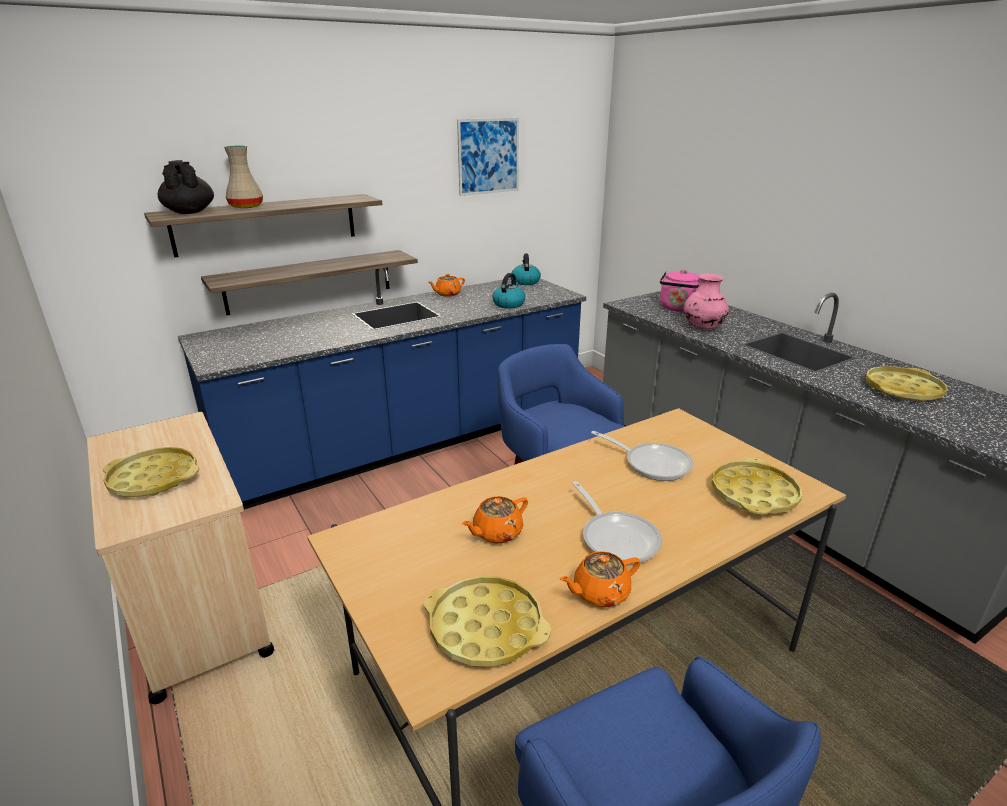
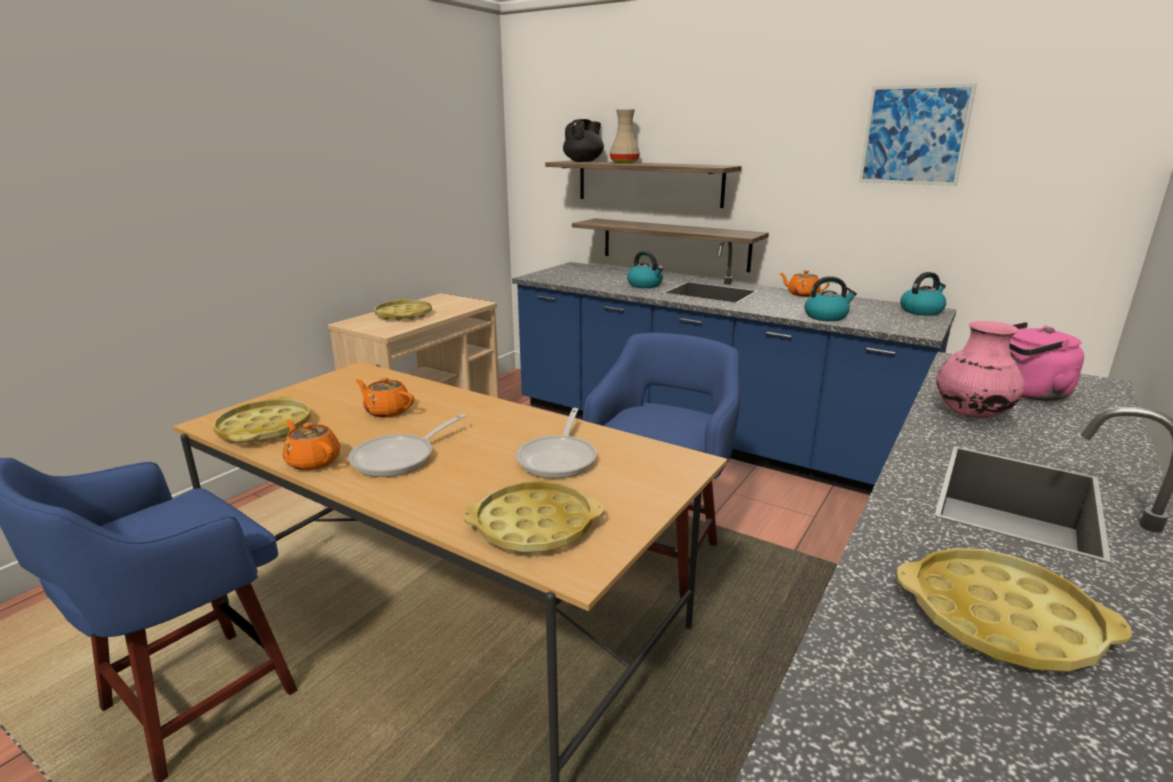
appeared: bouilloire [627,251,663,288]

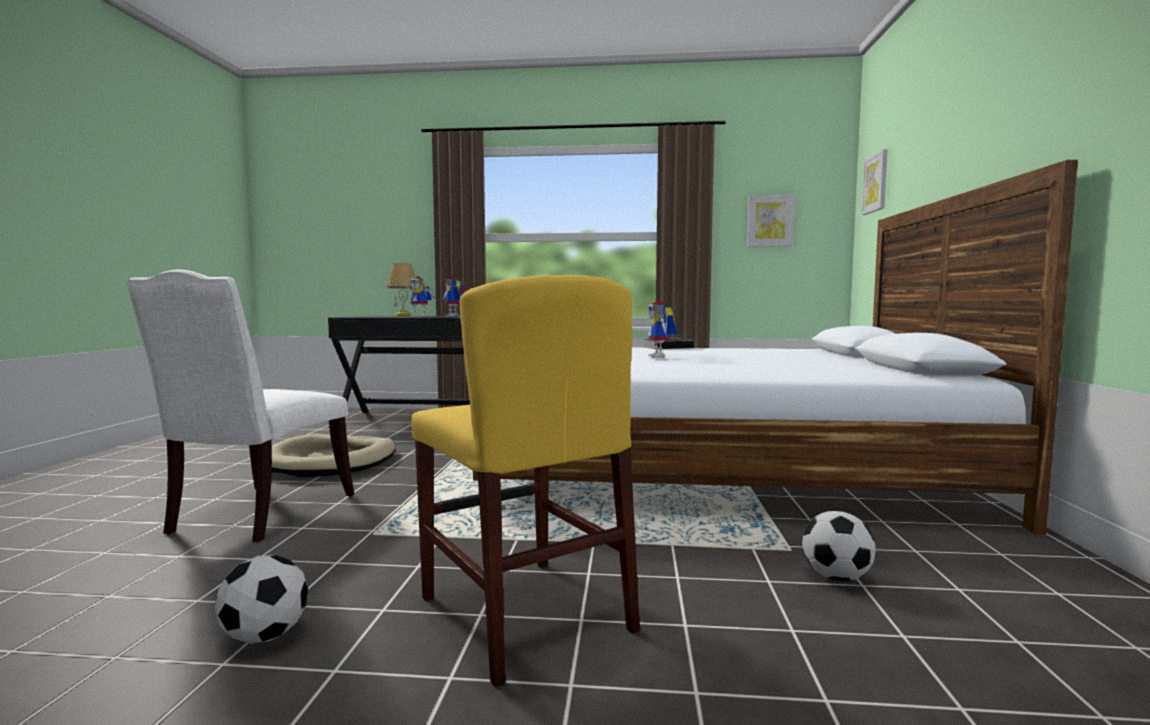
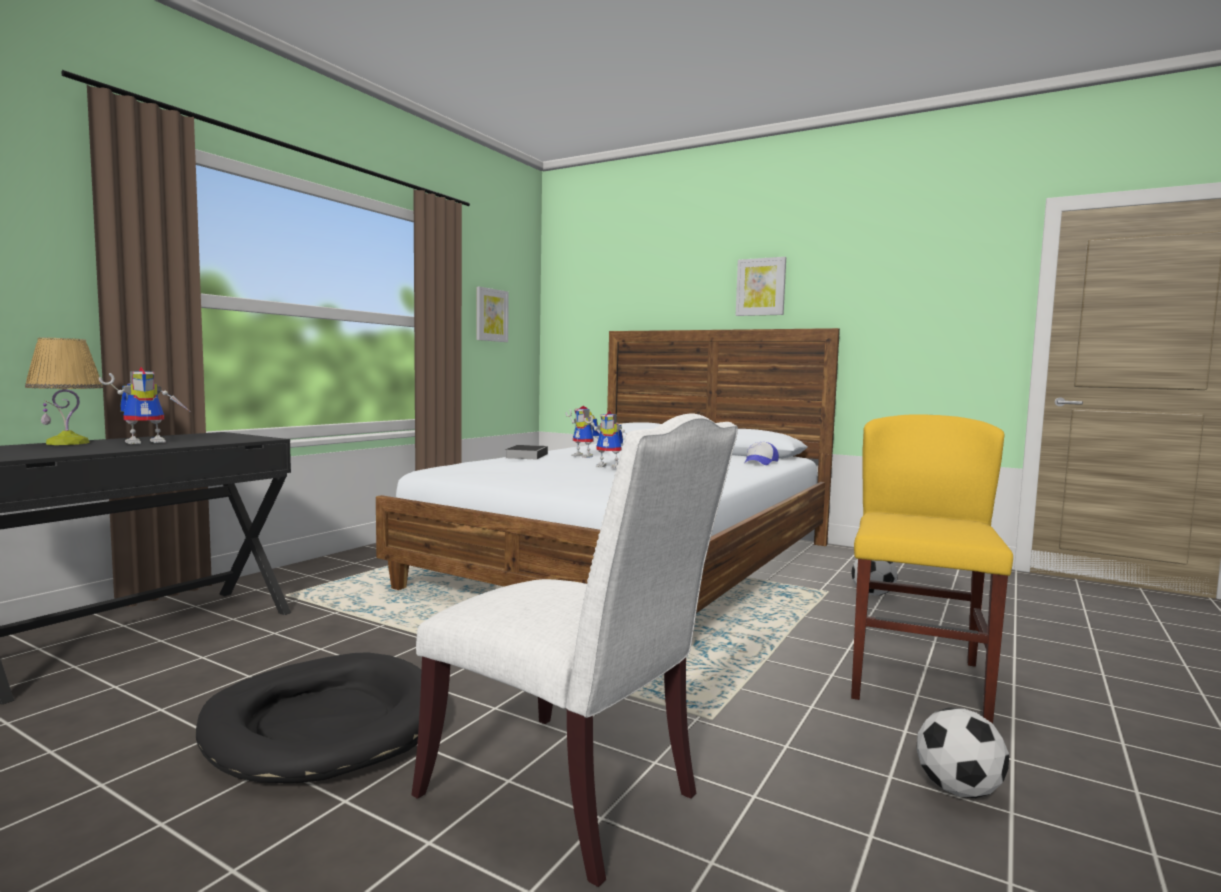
appeared: casquette [745,442,779,465]
relocated: robot jouet [443,277,465,316] to [565,406,600,458]; tableau [861,149,888,215] to [736,257,786,316]
colour: panier pour chien (beige) [272,434,395,477] to panier pour chien (noir) [195,652,421,783]
spun: chaise (jaune) [411,275,640,687] = [851,414,1013,723] 60 degrees counterclockwise

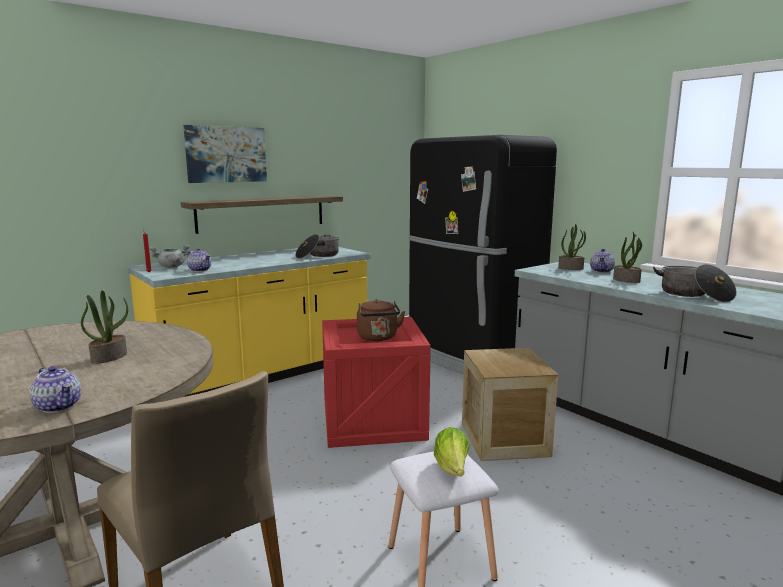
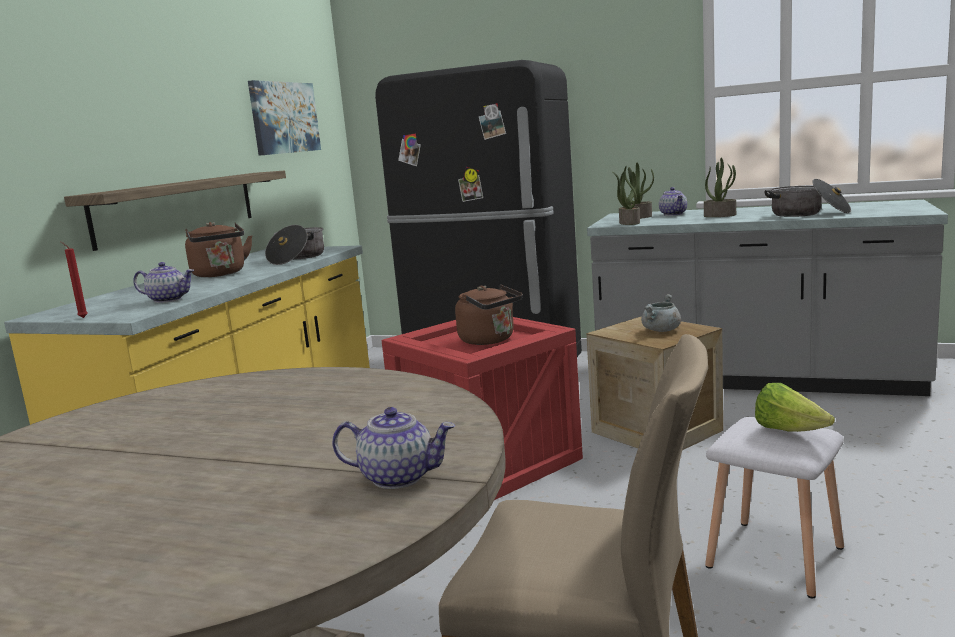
appeared: bouilloire (marron) [185,222,252,277]
relocated: tableau [183,125,267,183] to [248,80,321,156]; plante en pot [81,290,128,364] to [612,166,640,225]; marmite (gris) [149,245,190,268] to [641,294,681,332]

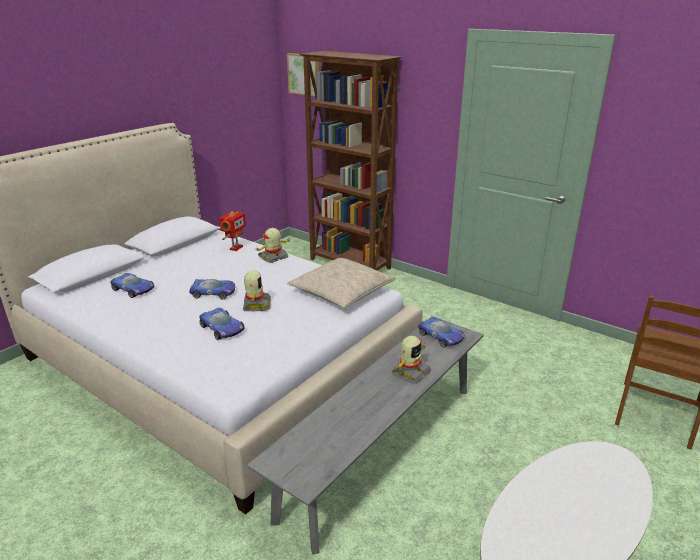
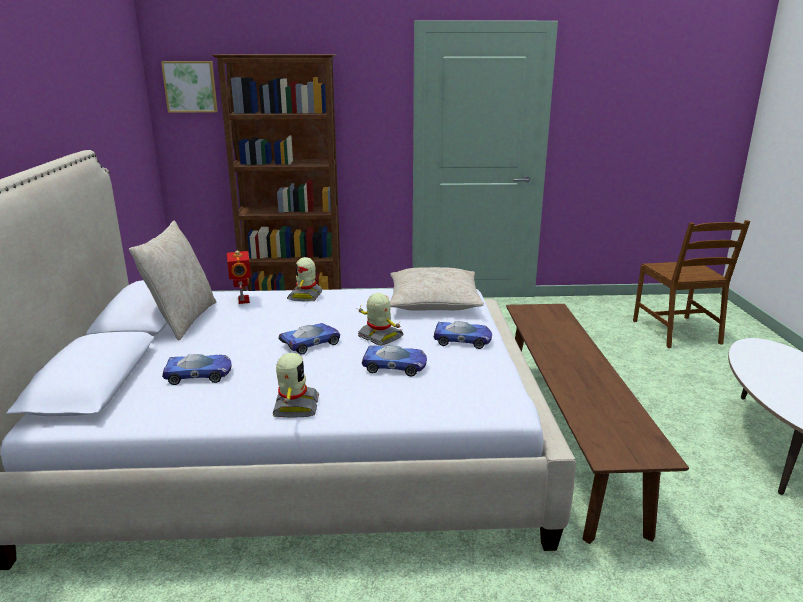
appeared: coussin (beige) [129,221,216,341]
relocated: robot jouet [392,336,431,384] to [273,353,319,418]; petite voiture [418,317,465,347] to [434,321,492,349]
colour: banc (gris) [247,316,484,555] to banc (marron) [506,304,689,544]

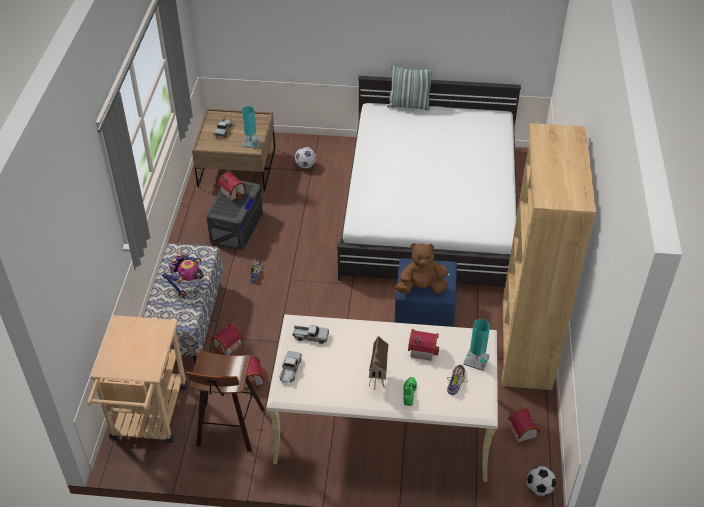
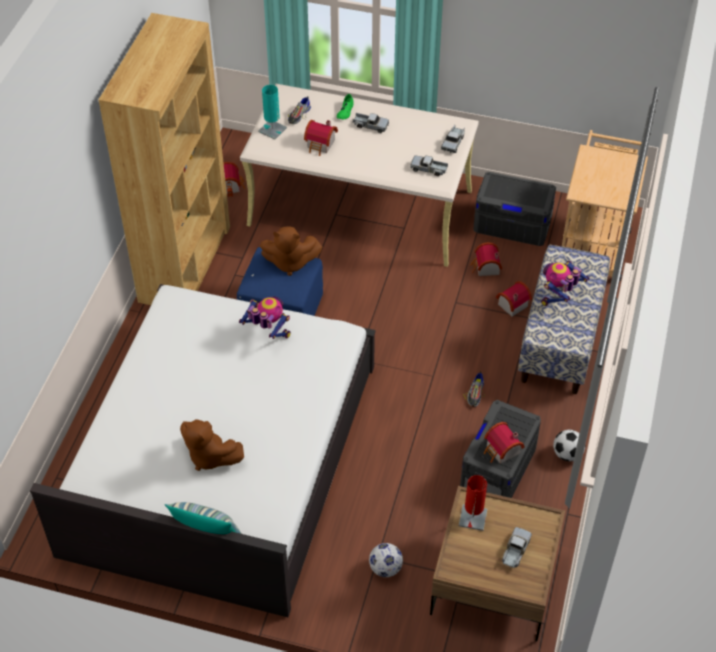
appeared: peluche (marron) [180,419,244,471]; robot jouet [239,296,291,339]
relocated: ballon de foot [527,466,556,496] to [553,430,585,461]
exchanged: maison miniature [369,336,389,390] to camion jouet [353,113,389,133]; tabouret [186,350,265,452] to boîte de rangement (gris) [473,172,556,246]
colour: lampe de table (turquoise) [242,106,260,148] to lampe de table (rouge) [459,475,487,531]

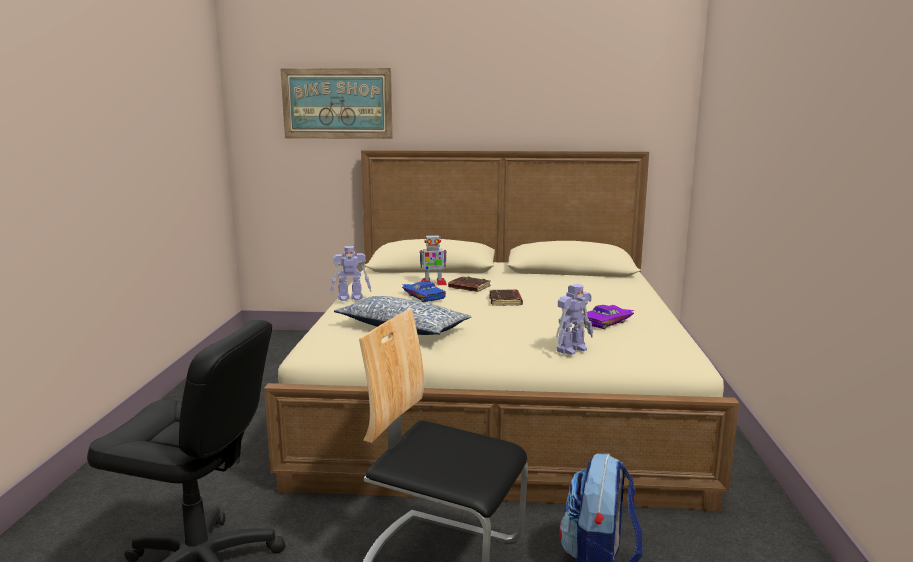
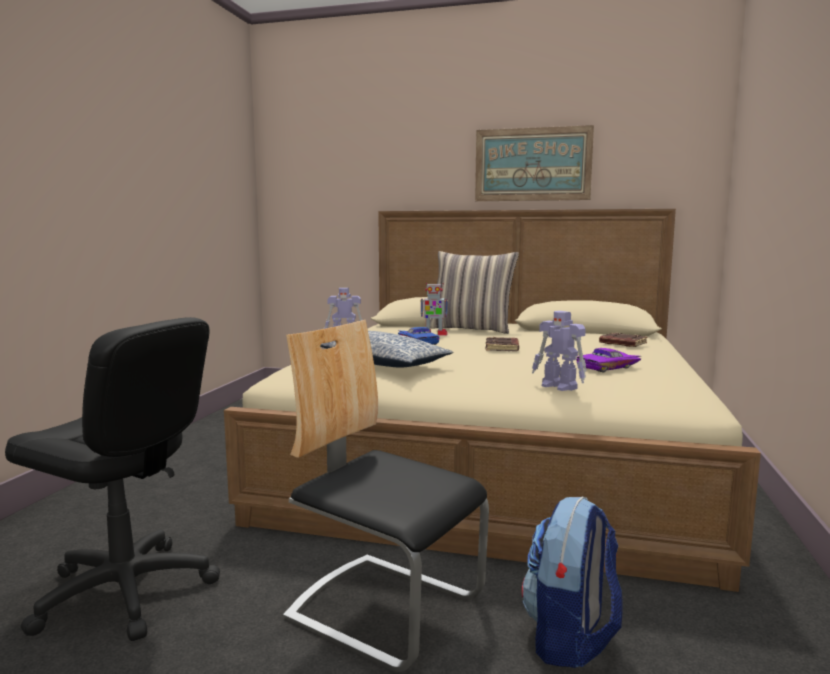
appeared: coussin [430,251,519,334]
relocated: tableau [280,68,393,139] to [475,125,594,201]; livre (marron) [448,276,491,292] to [599,333,647,347]
spun: robot jouet [556,284,593,355] = [532,311,587,391] 75 degrees clockwise

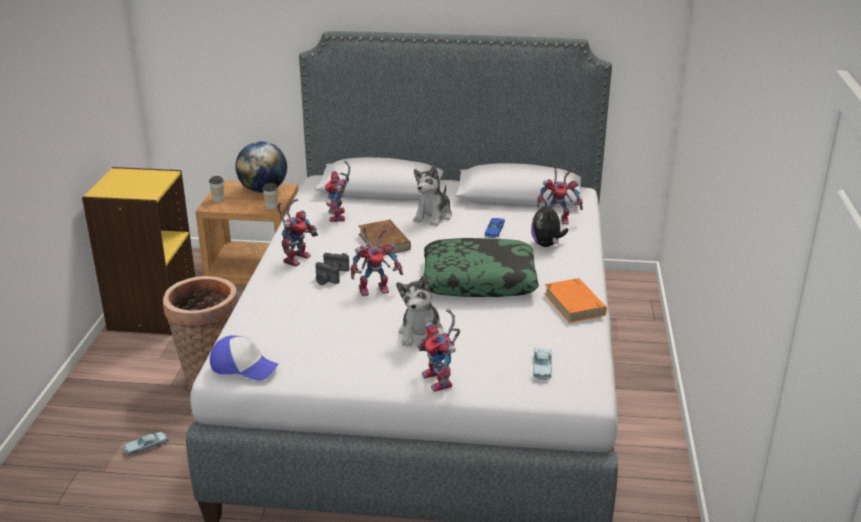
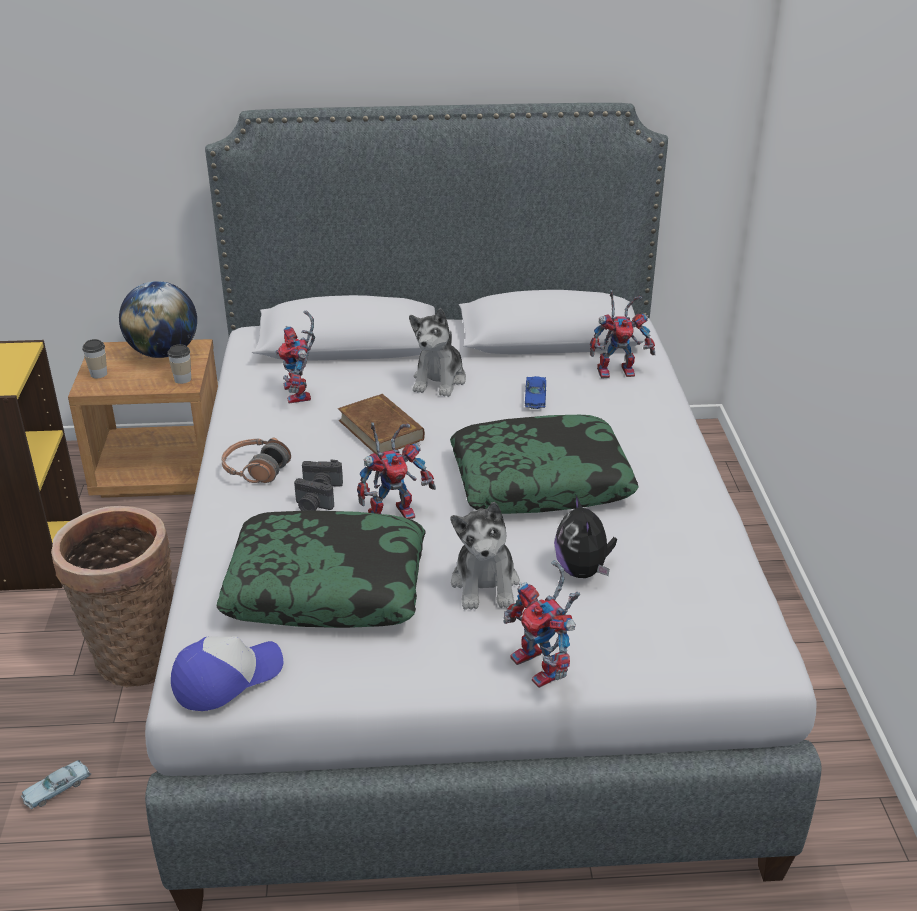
missing: petite voiture (bleu) [533,348,552,379]; livre (orange) [544,278,607,323]
appeared: coussin [217,510,425,628]
relocated: peluche [531,200,568,247] to [554,494,617,578]
exchanged: robot jouet [277,199,318,267] to casque audio [221,438,291,483]
spun: casquette [210,335,279,381] = [171,636,284,711] 45 degrees counterclockwise

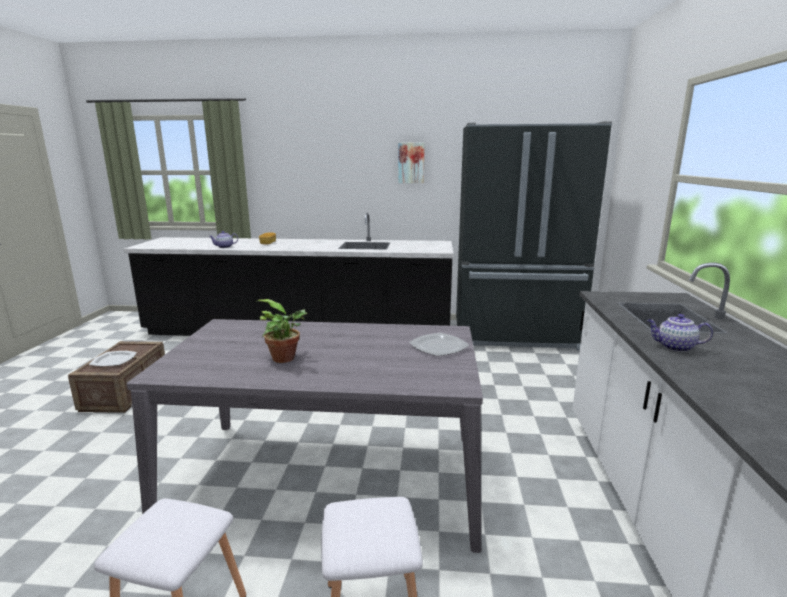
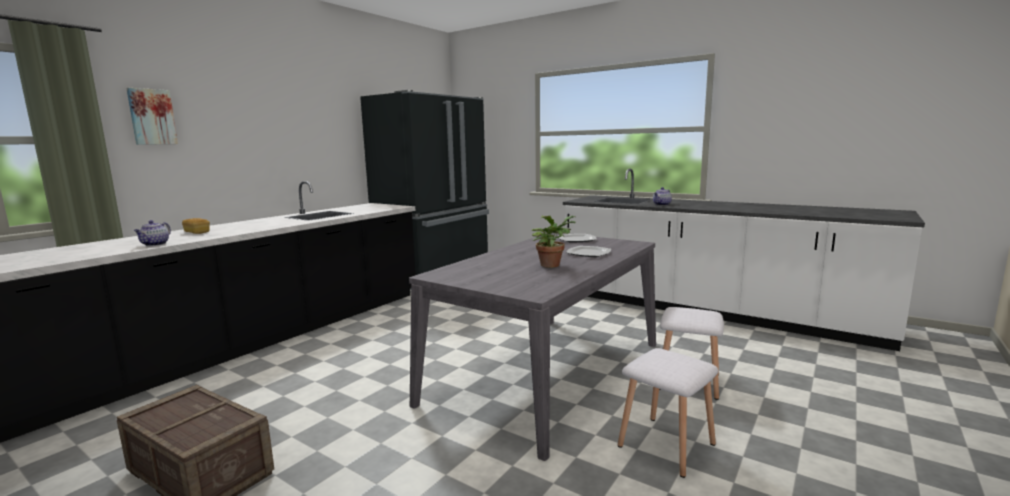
relocated: tableau [398,143,425,183] to [126,88,178,145]; assiette [89,351,137,366] to [566,246,611,257]

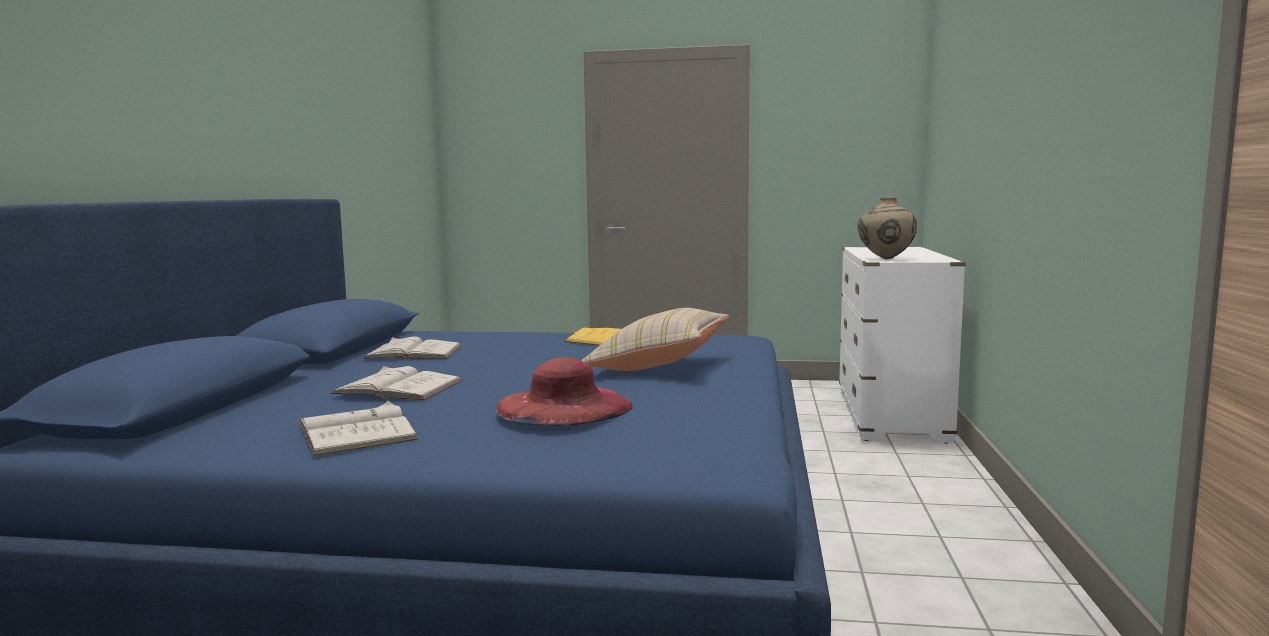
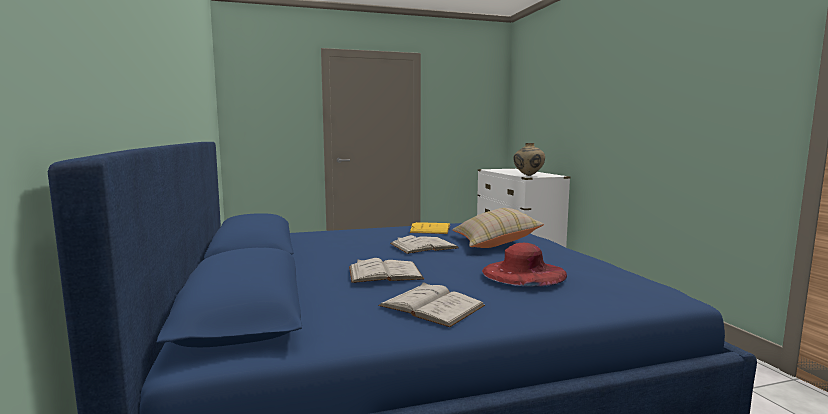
relocated: livre (blanc) [363,336,462,359] to [390,235,459,254]

